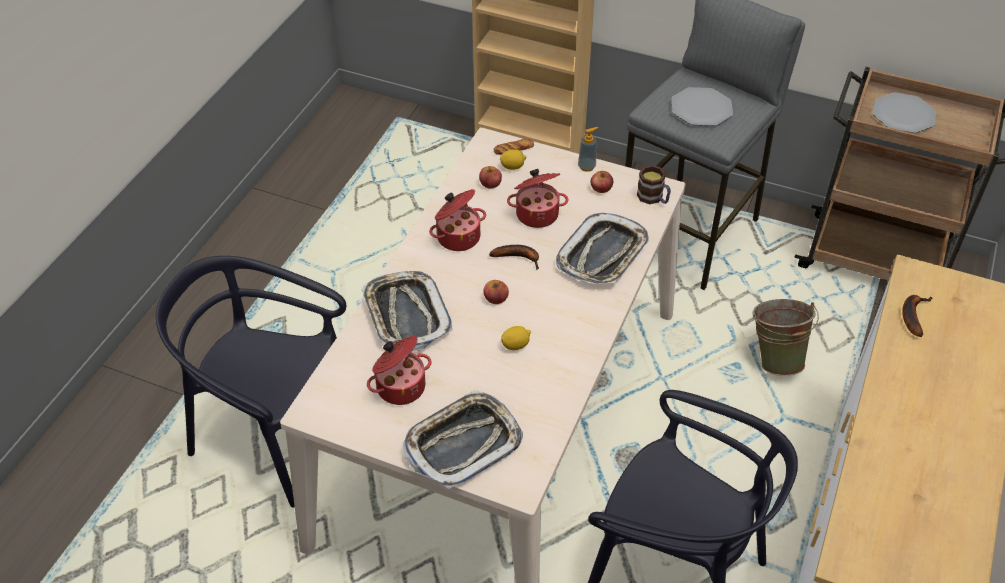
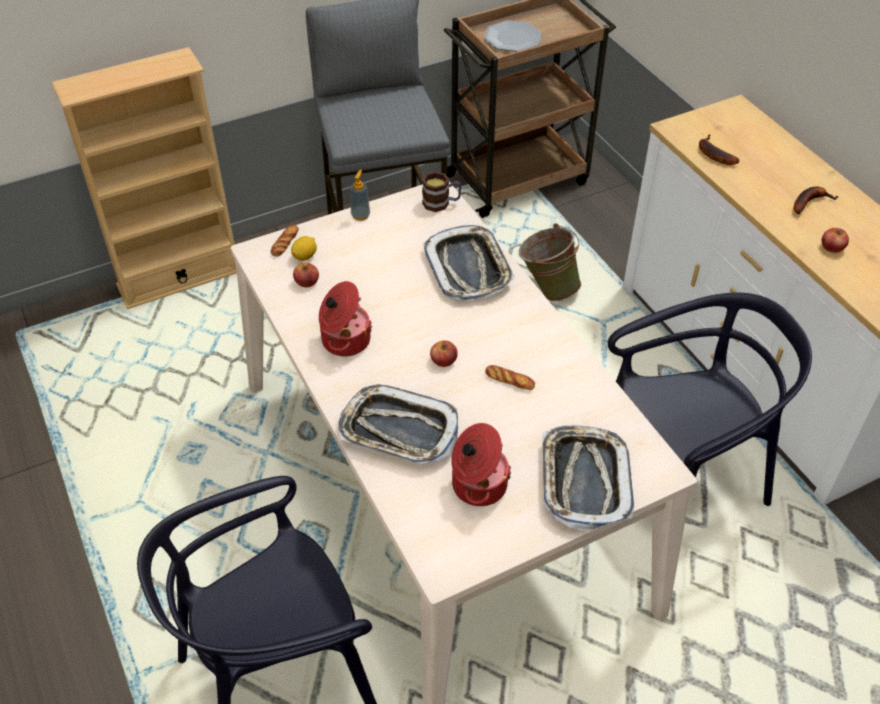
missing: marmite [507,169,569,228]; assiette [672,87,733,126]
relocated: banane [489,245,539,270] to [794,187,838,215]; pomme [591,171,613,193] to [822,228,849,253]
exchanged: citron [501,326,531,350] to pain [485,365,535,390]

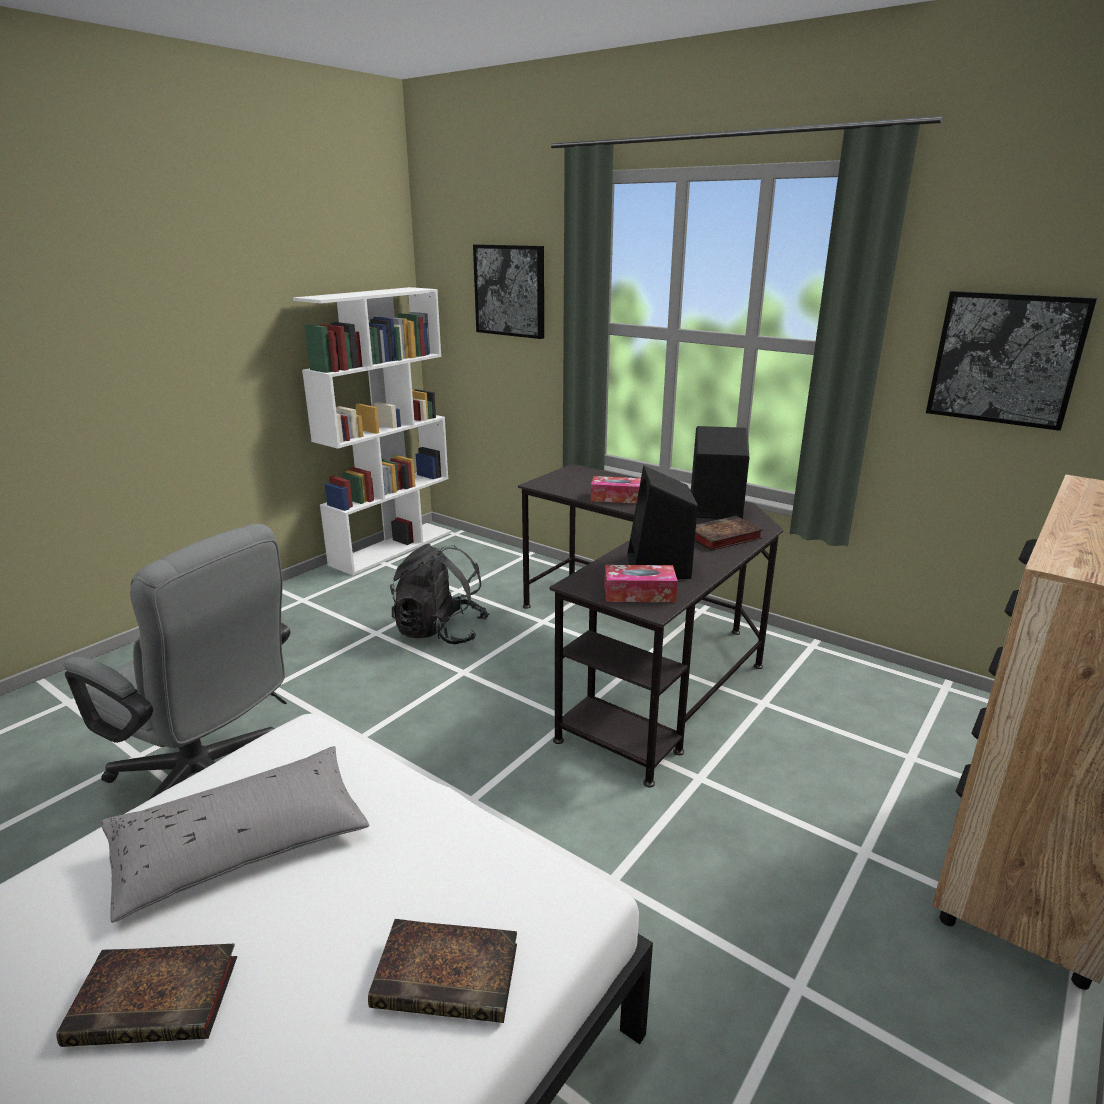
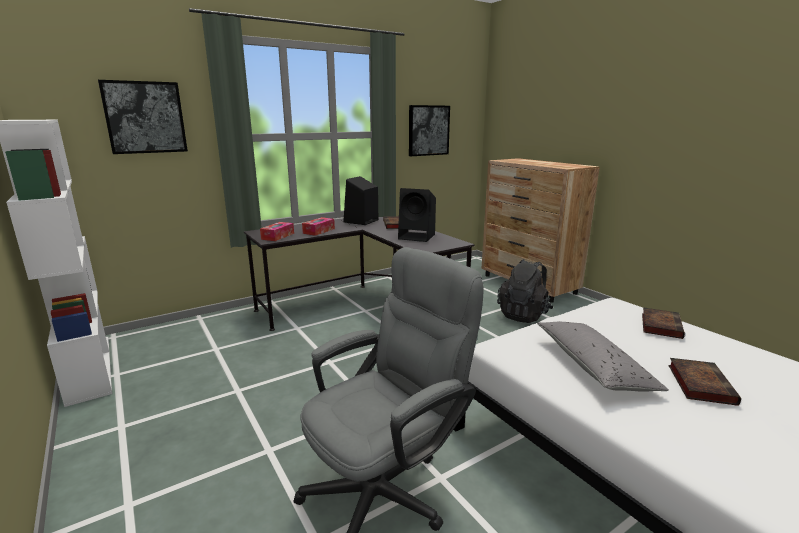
relocated: boîte à mouchoirs [605,565,678,602] to [260,222,294,241]; sac à dos (noir) [390,544,489,644] to [497,259,554,323]

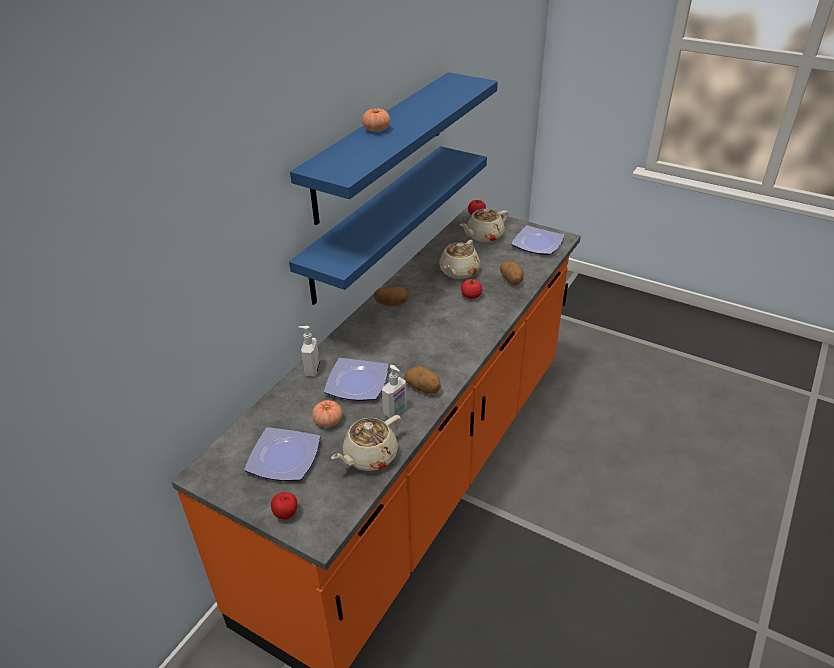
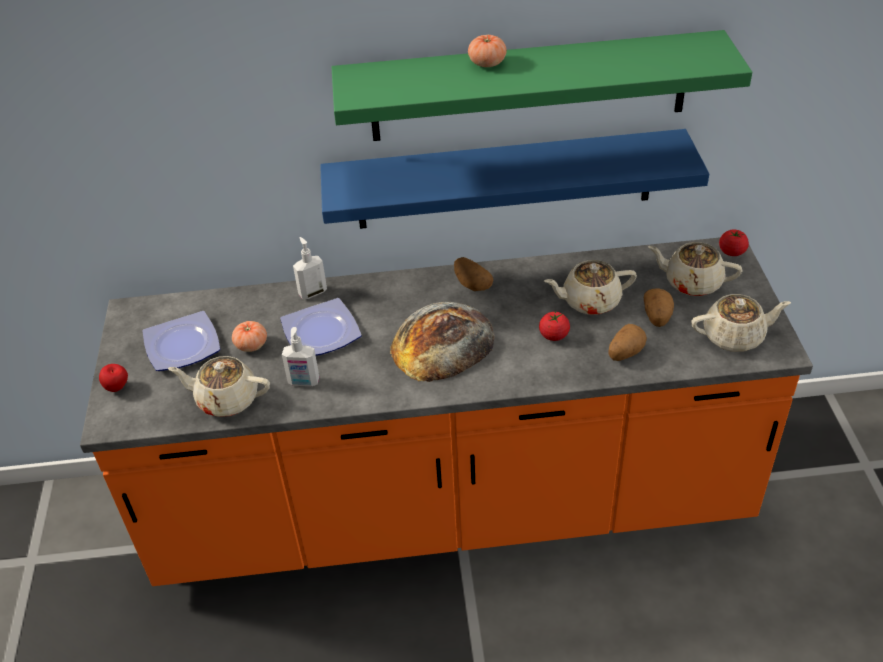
appeared: pain [390,302,495,382]
relocated: pomme de terre [404,366,441,394] to [644,288,674,327]
exchanged: assiette [511,225,564,255] to théière (beige) [691,294,791,352]
colour: étagère (bleu) [290,72,498,225] to étagère (vert) [332,30,752,141]

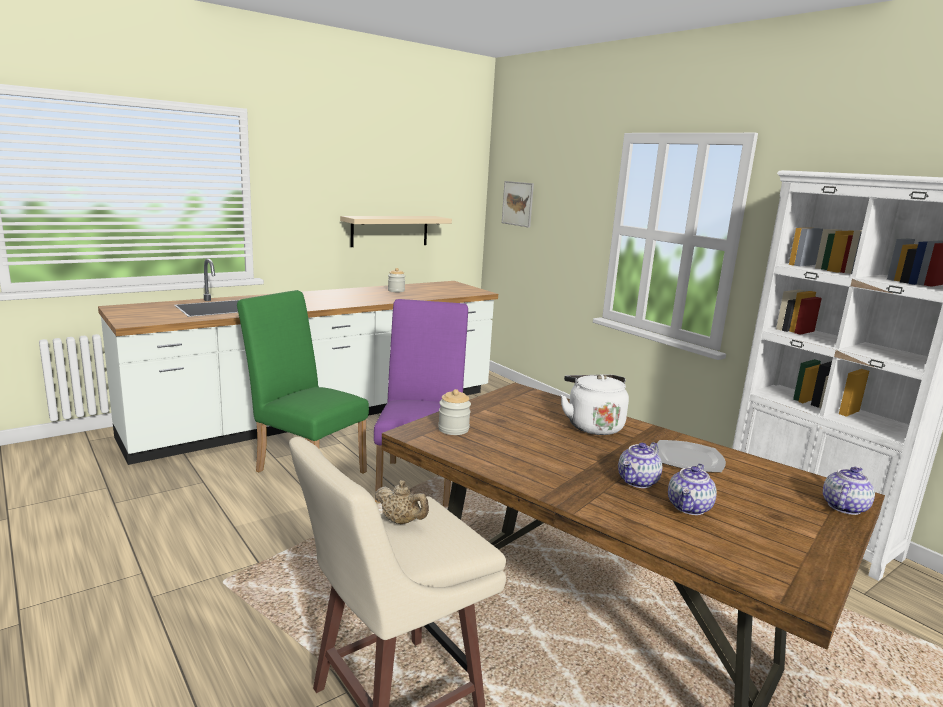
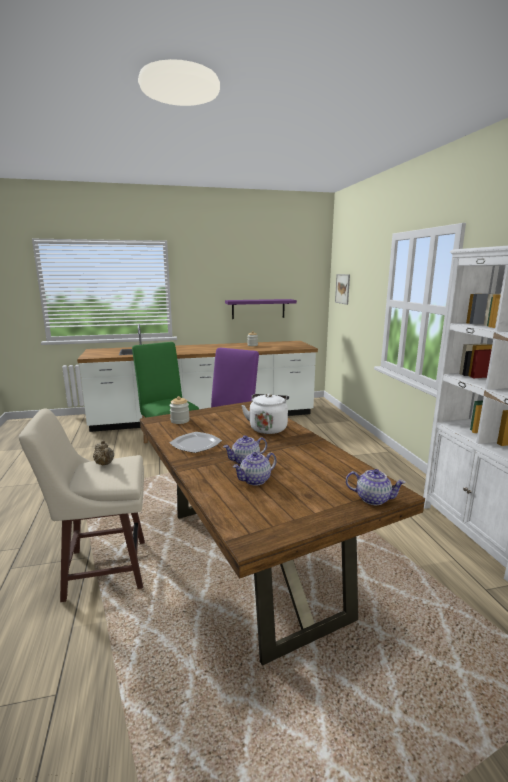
relocated: assiette [656,440,726,473] to [170,432,222,453]
colour: étagère (beige) [340,216,452,247] to étagère (violet) [225,299,297,319]
spun: théière [823,466,875,515] = [346,469,406,505] 45 degrees clockwise

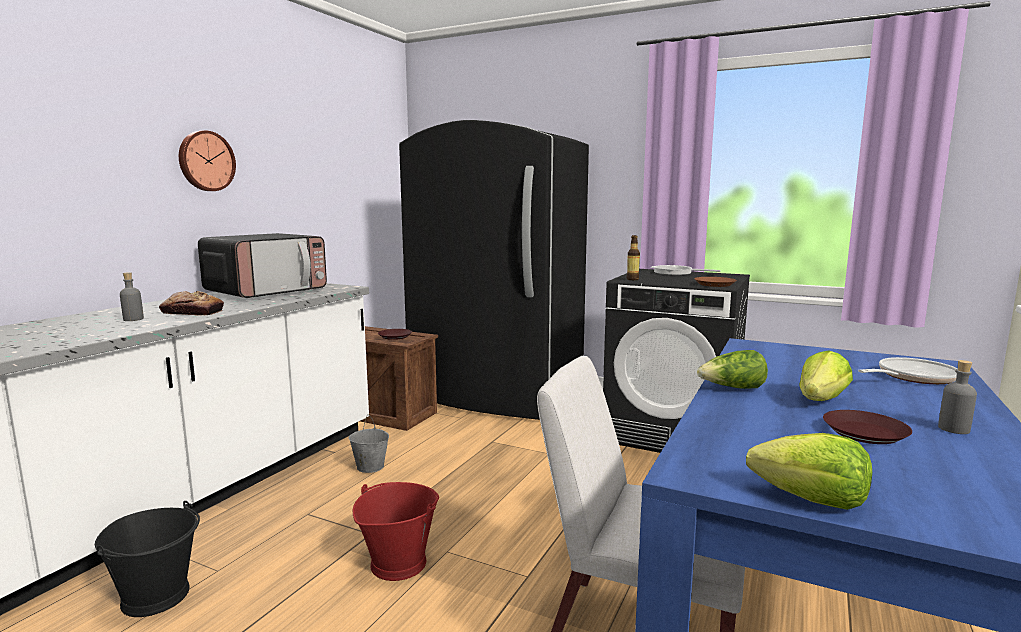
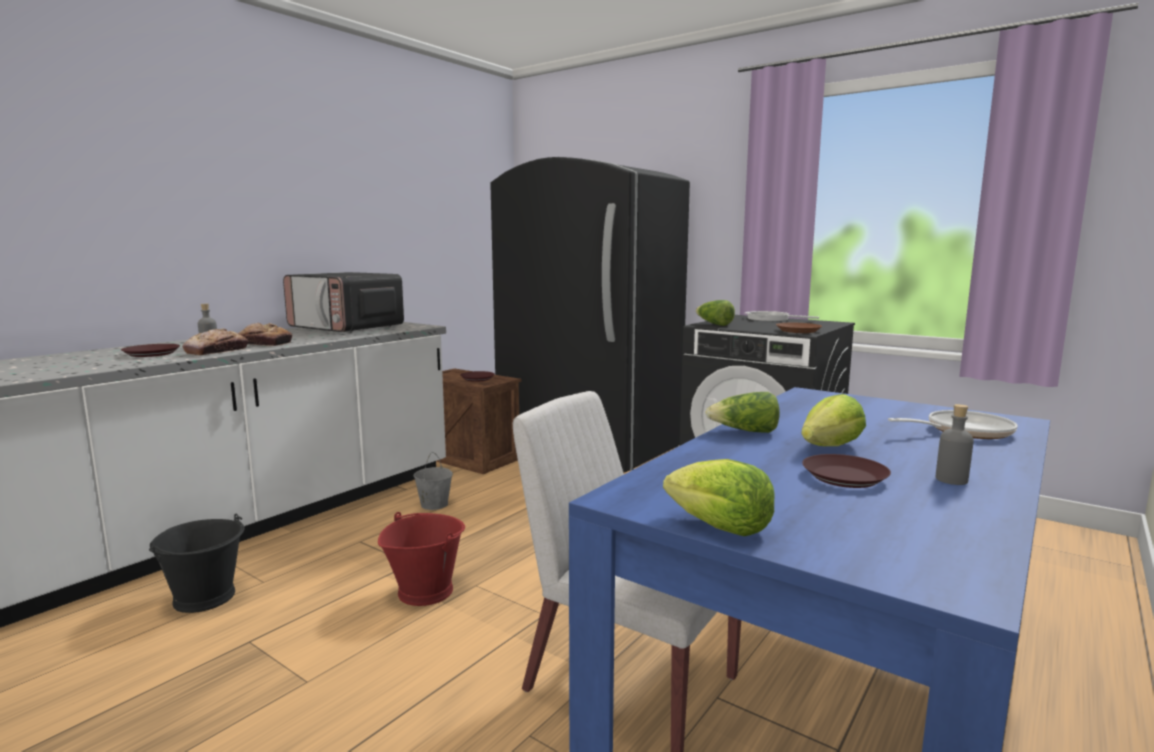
missing: horloge murale [179,131,236,191]
appeared: assiette (marron) [121,344,180,357]; pain [182,329,248,355]
exchanged: bouteille [627,235,640,280] to laitue [696,300,735,326]
spun: micro-ondes [198,233,327,298] = [283,272,404,333] 75 degrees clockwise

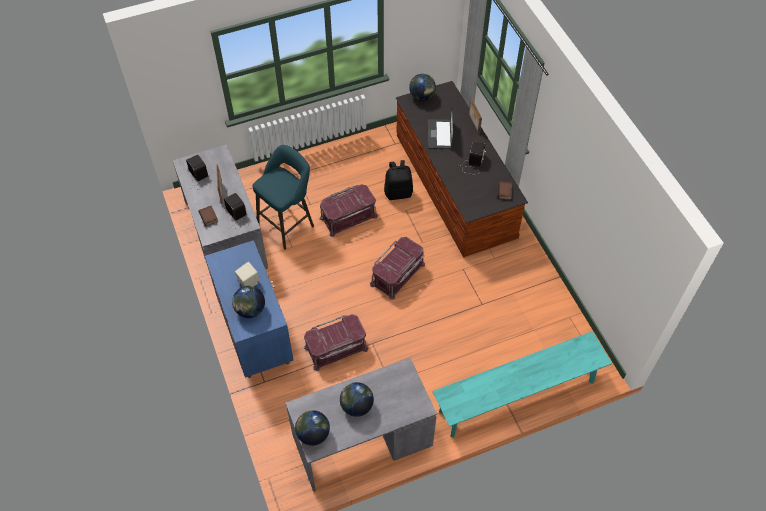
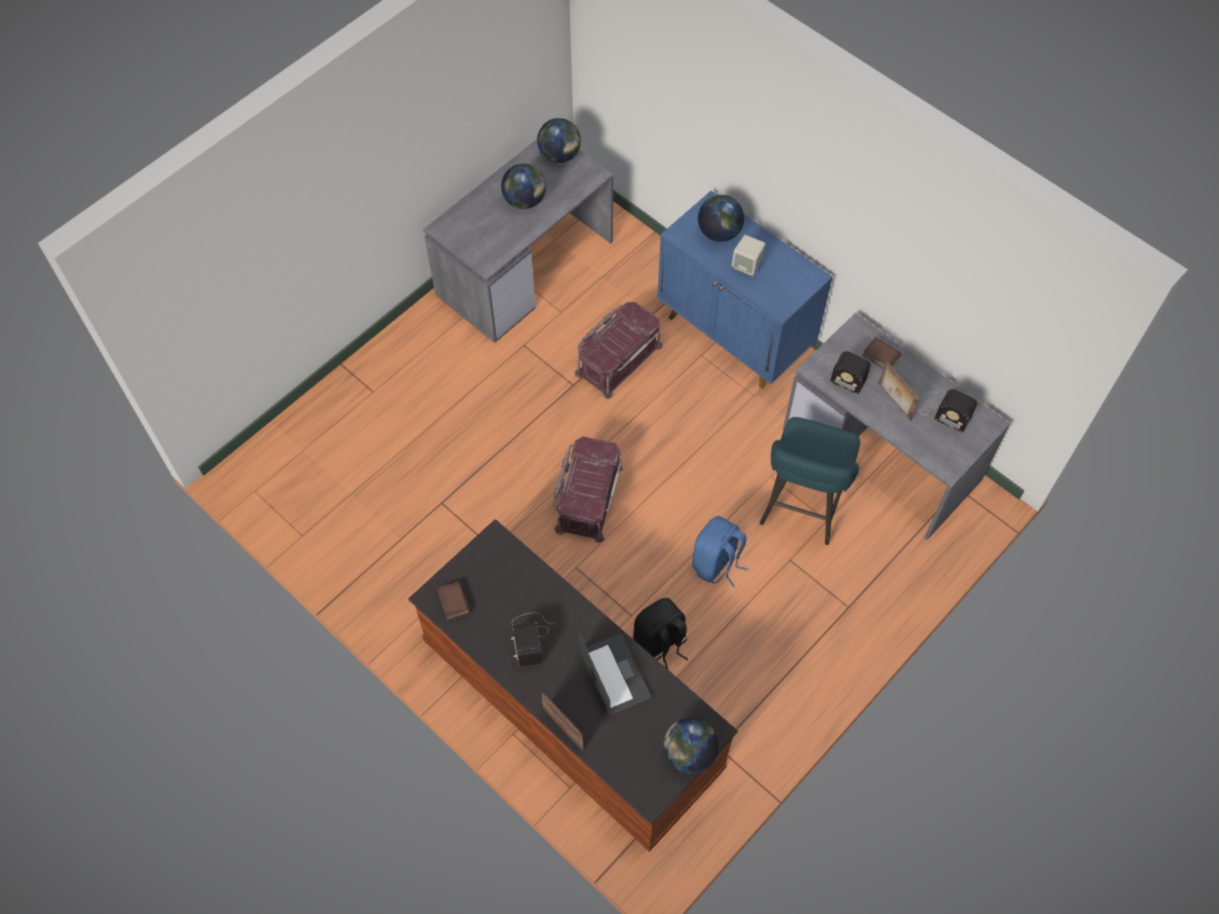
missing: banc (turquoise) [432,331,612,438]
exchanged: boîte de rangement (rouge) [319,184,378,237] to sac à dos (bleu) [692,516,748,587]

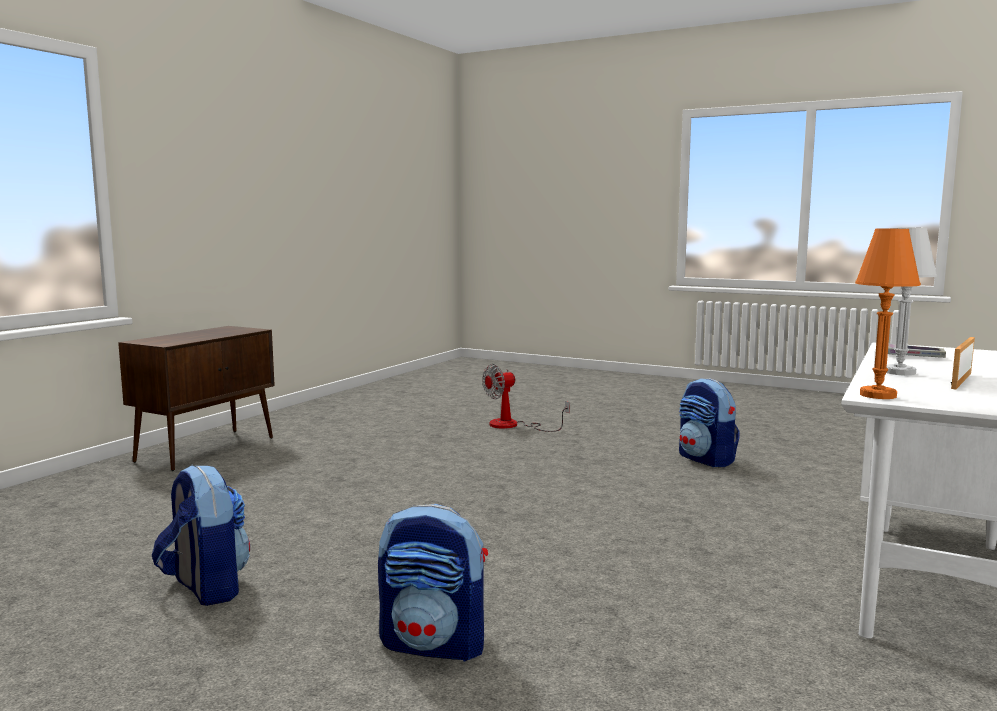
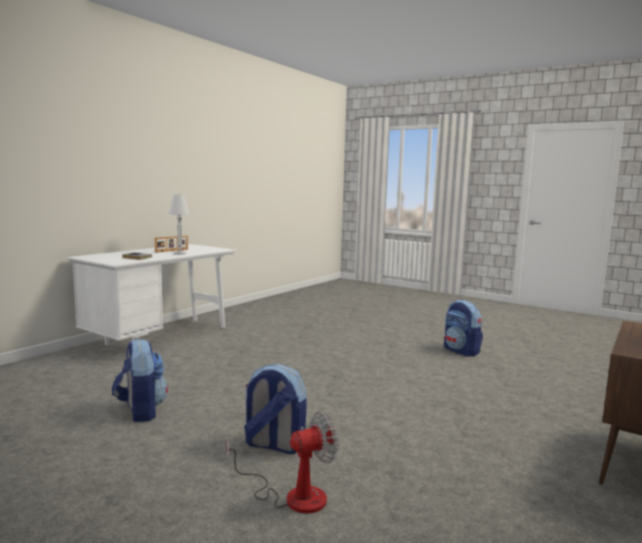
missing: lampe de table (orange) [855,229,921,399]
relocated: sac à dos [378,504,488,661] to [244,364,306,454]

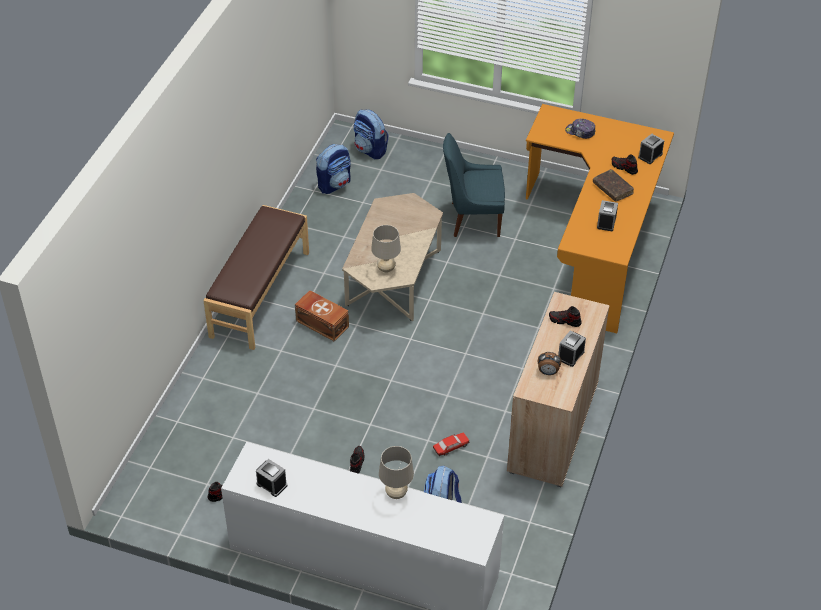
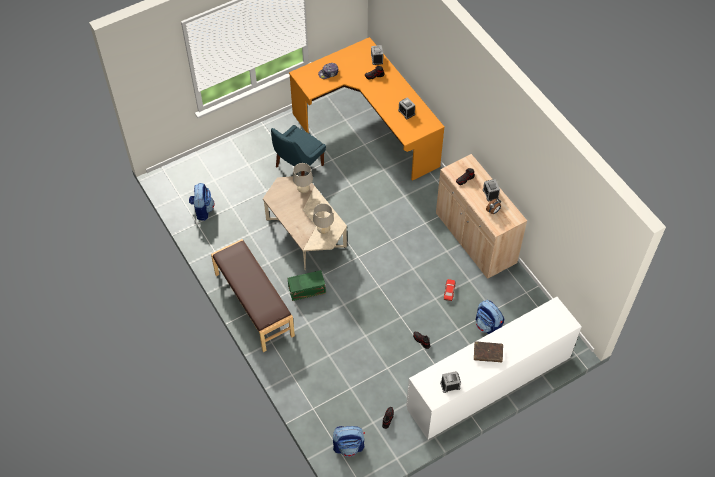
relocated: lampe de table (beige) [379,446,414,499] to [293,163,313,193]; sac à dos [354,109,388,159] to [333,426,365,457]; livre (marron) [593,169,634,202] to [474,341,503,363]
colour: boîte de rangement (marron) [295,290,349,342] to boîte de rangement (vert) [288,270,326,301]

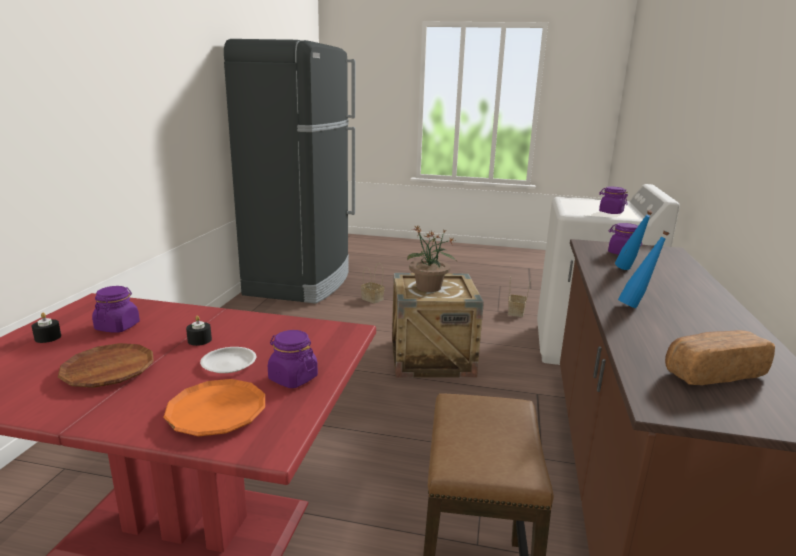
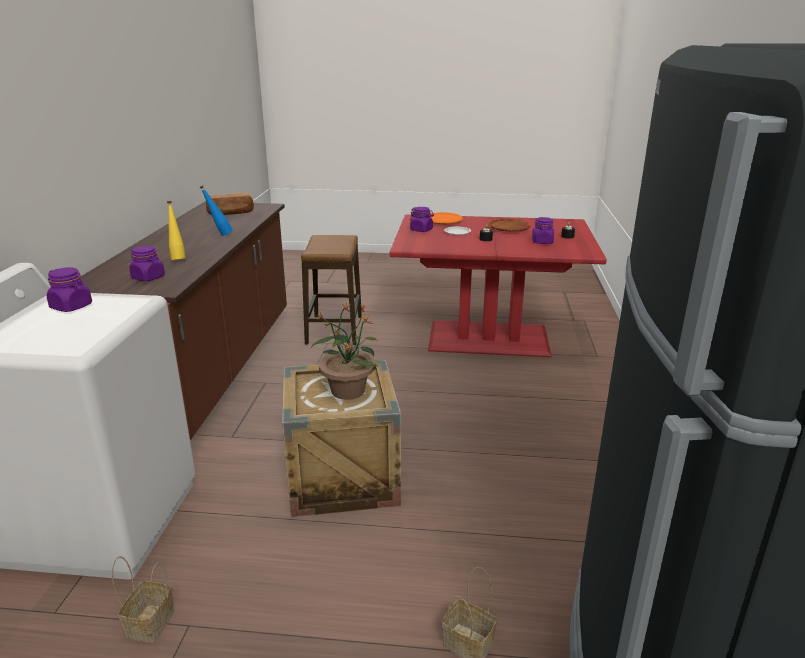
colour: bouteille (bleu) [615,210,653,270] to bouteille (jaune) [167,201,186,261]

